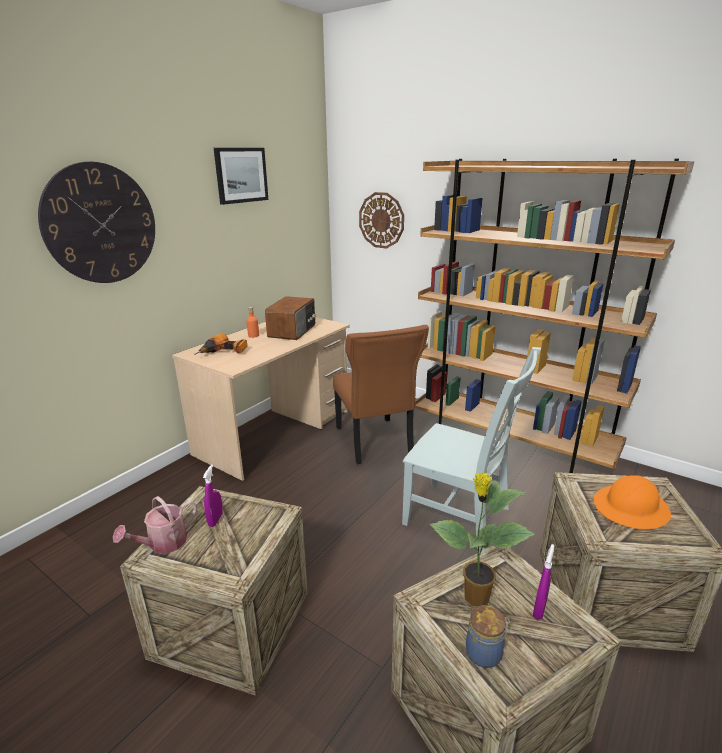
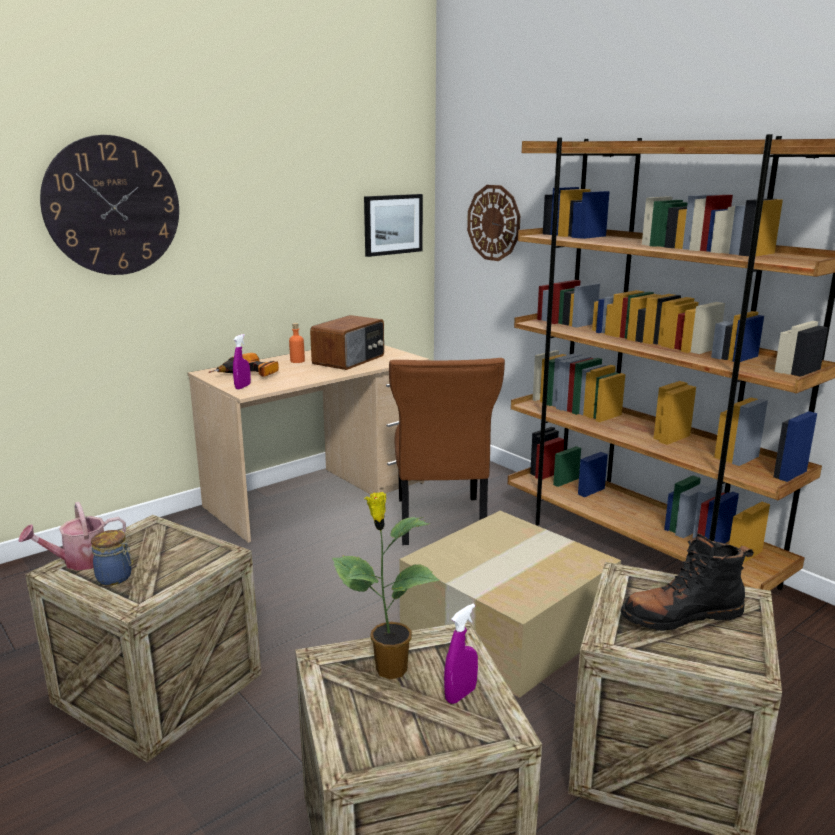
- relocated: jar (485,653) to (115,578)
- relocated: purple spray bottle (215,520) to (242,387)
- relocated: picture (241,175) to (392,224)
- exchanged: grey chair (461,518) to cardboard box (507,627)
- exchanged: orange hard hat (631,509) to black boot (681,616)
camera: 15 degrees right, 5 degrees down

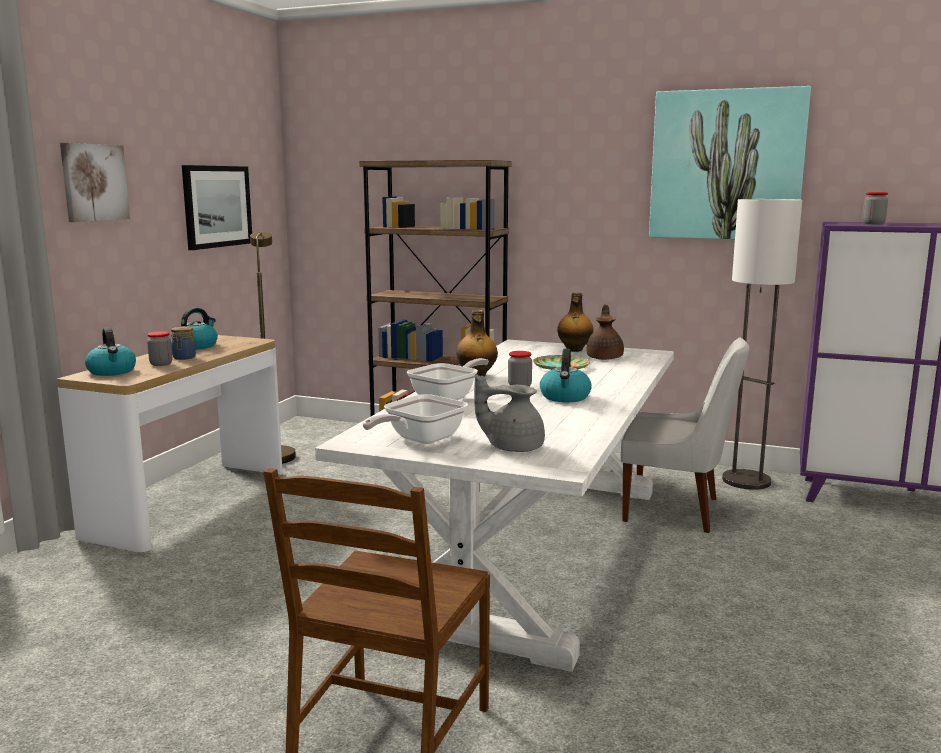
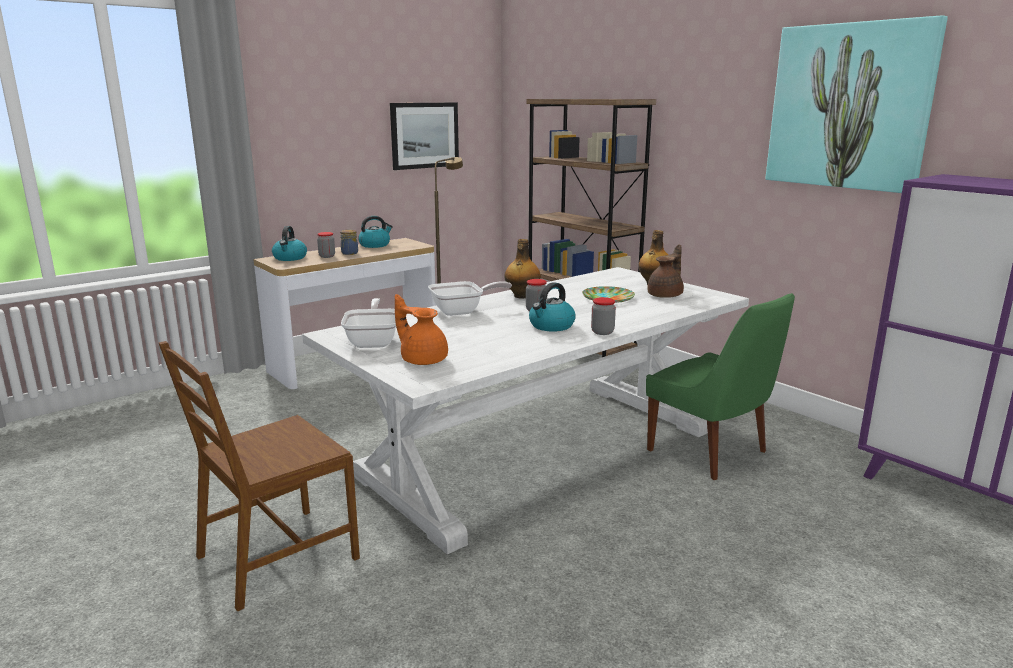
- spun: frying pan (419,440) = (374,341) 105 degrees clockwise
- colour: grey teapot (512,447) to orange teapot (423,359)
- relocated: jar (873,224) to (602,332)
- colour: white chair (676,511) to green chair (710,453)
- missing: picture (94,182)
- missing: floor lamp (746,481)
camera: 30 degrees right, 5 degrees up

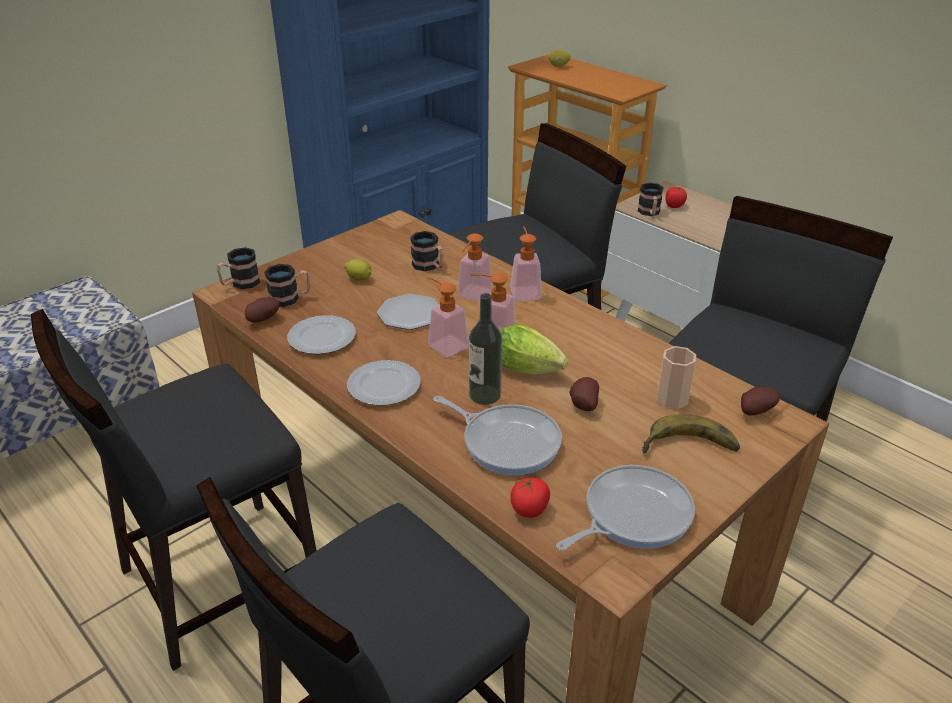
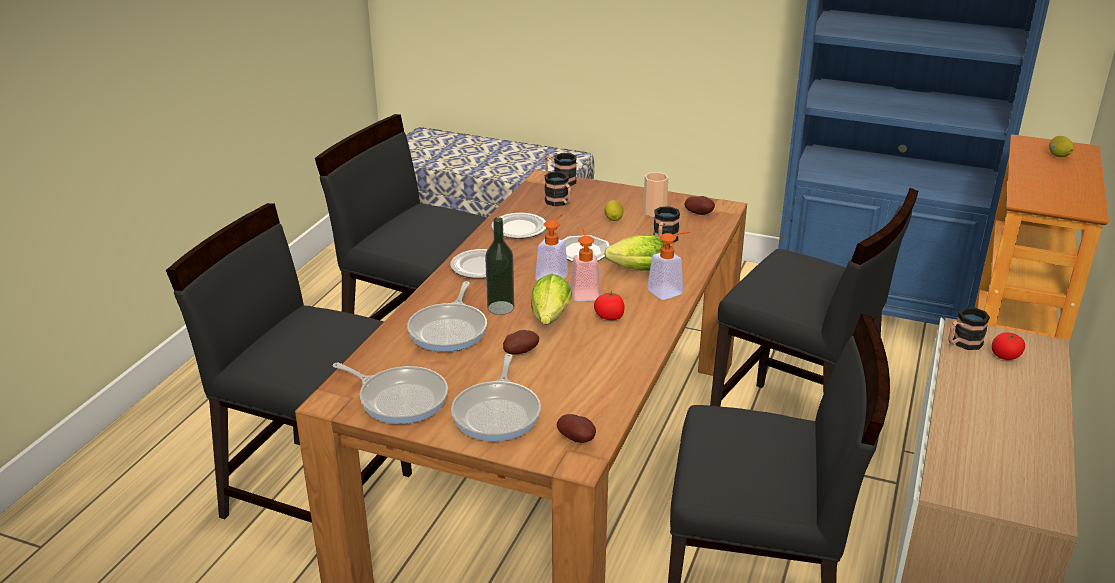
- exchanged: banana (690,449) to frying pan (498,413)
- relocated: tomato (529,509) to (609,317)
- exchanged: soap dispenser (472,297) to lettuce (635,270)
- relocated: cup (672,399) to (654,212)
- relocated: potato (262,319) to (700,214)
camera: 65 degrees right, 5 degrees down

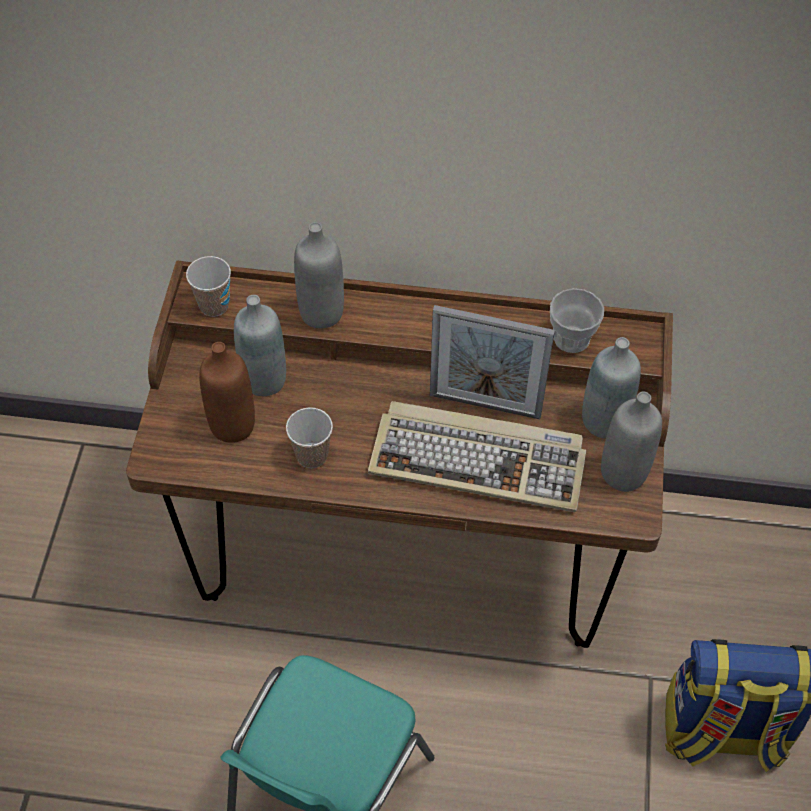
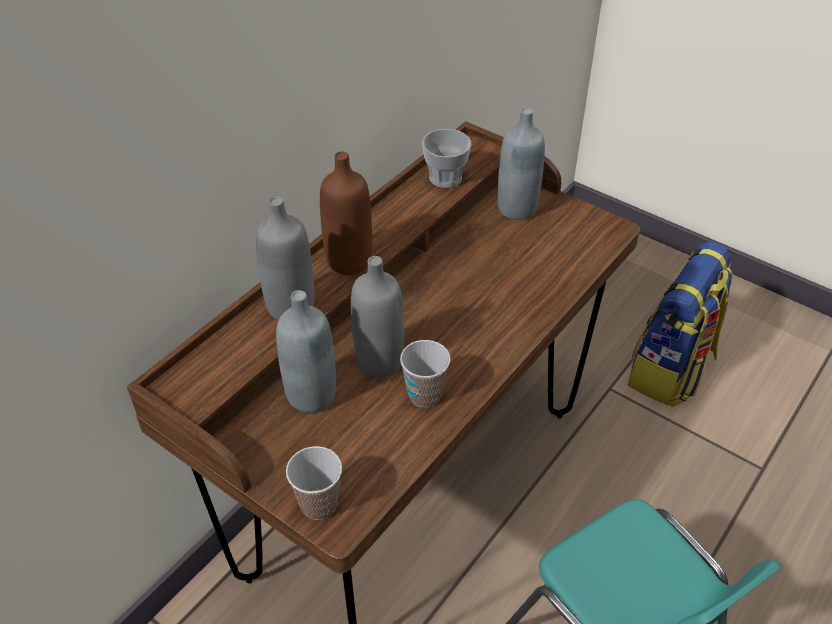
- relocated: cup (214,305) to (319,504)
- relocated: brown bottle (232,425) to (349,261)
- relocated: grey bottle (623,473) to (379,361)
- missing: keyboard (479,460)
- missing: picture frame (485,405)
camera: 60 degrees left, 10 degrees down

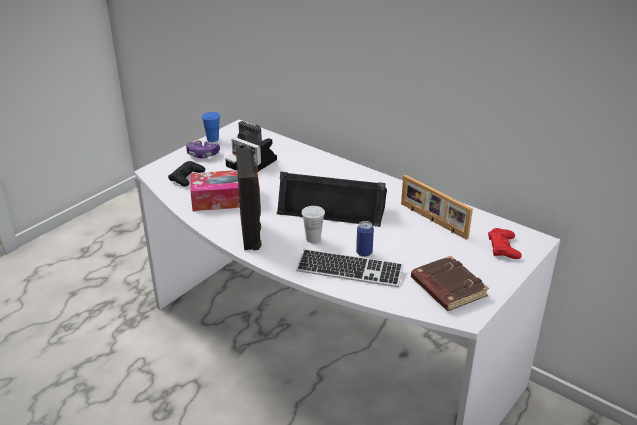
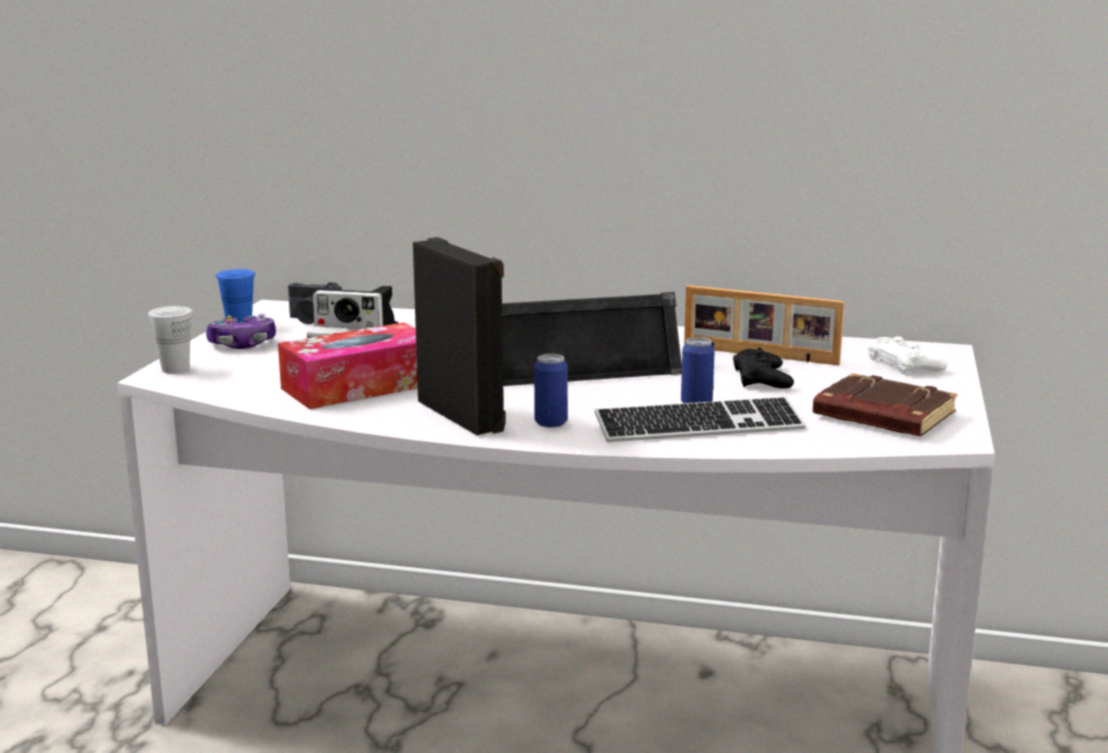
- relocated: white cup (313,238) to (175,369)
- appeared: can (551,423)
- relocated: black game controller (187,177) to (762,378)
- colour: red game controller (503,247) to white game controller (905,364)
camera: 25 degrees left, 15 degrees down

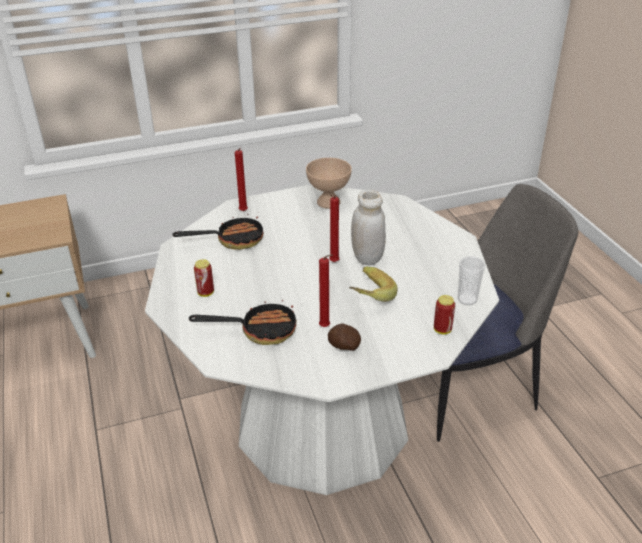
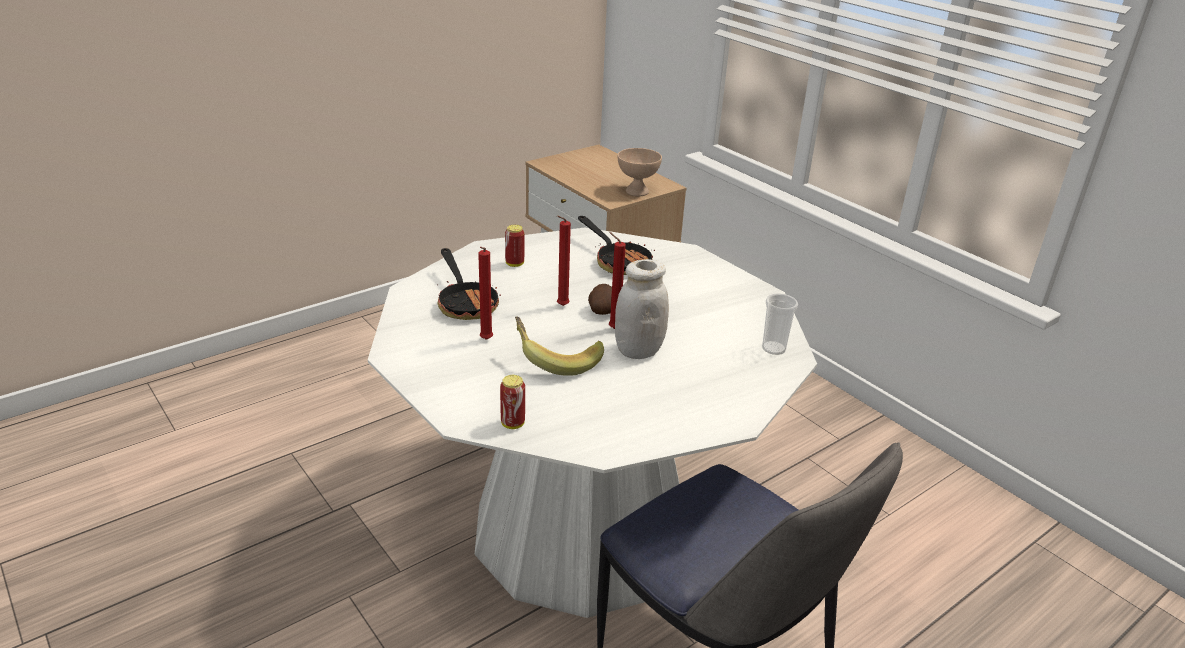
- relocated: red candle (243,212) to (561,306)
- relocated: potato (343,346) to (602,310)
- relocated: beige bowl (328,202) to (637,191)
- relocated: cup (467,299) to (773,348)
camera: 70 degrees right, 5 degrees down

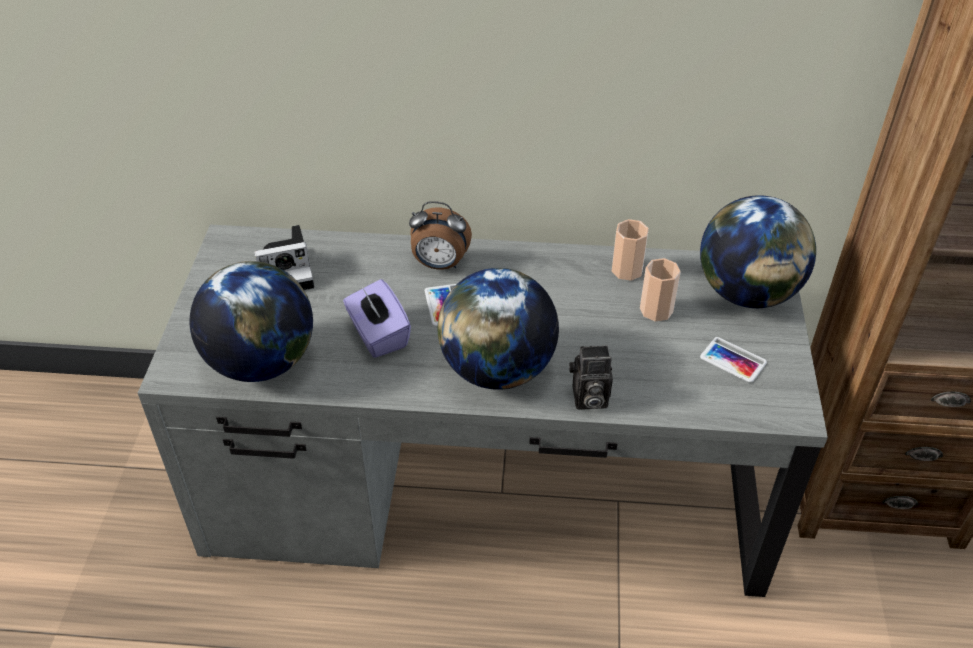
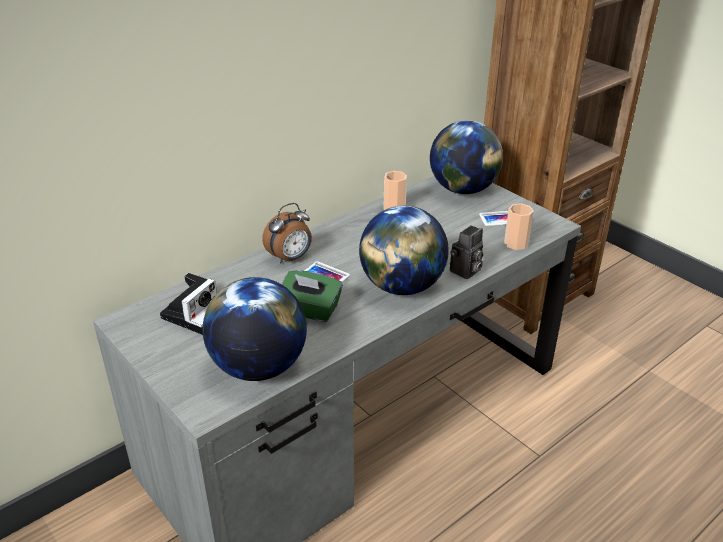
- colour: purple tissue box (378,335) to green tissue box (310,310)
- relocated: cup (656,310) to (516,243)
camera: 45 degrees left, 10 degrees down

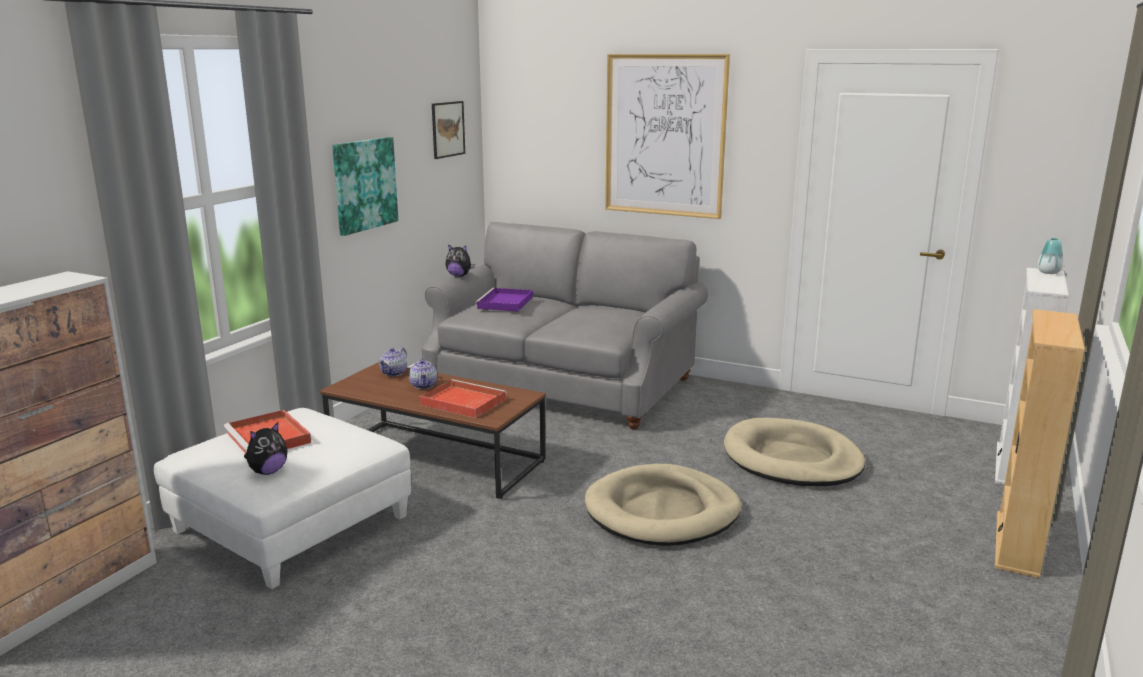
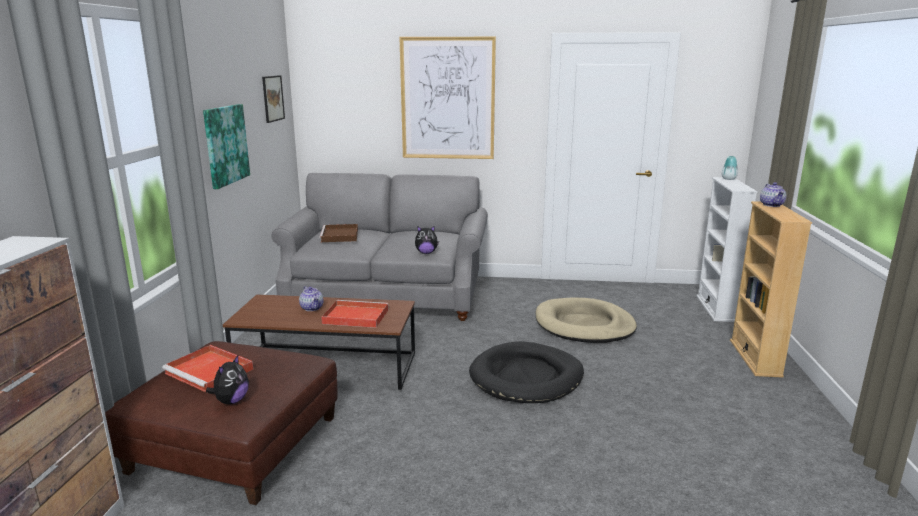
- colour: white ottoman (291,523) to brown ottoman (235,443)
- colour: purple tray (505,303) to brown tray (340,236)
- relocated: plush toy (459,276) to (426,253)
- colour: beige dog bed (662,511) to black dog bed (526,377)
- relocated: teapot (394,373) to (772,205)
camera: 20 degrees left, 0 degrees up

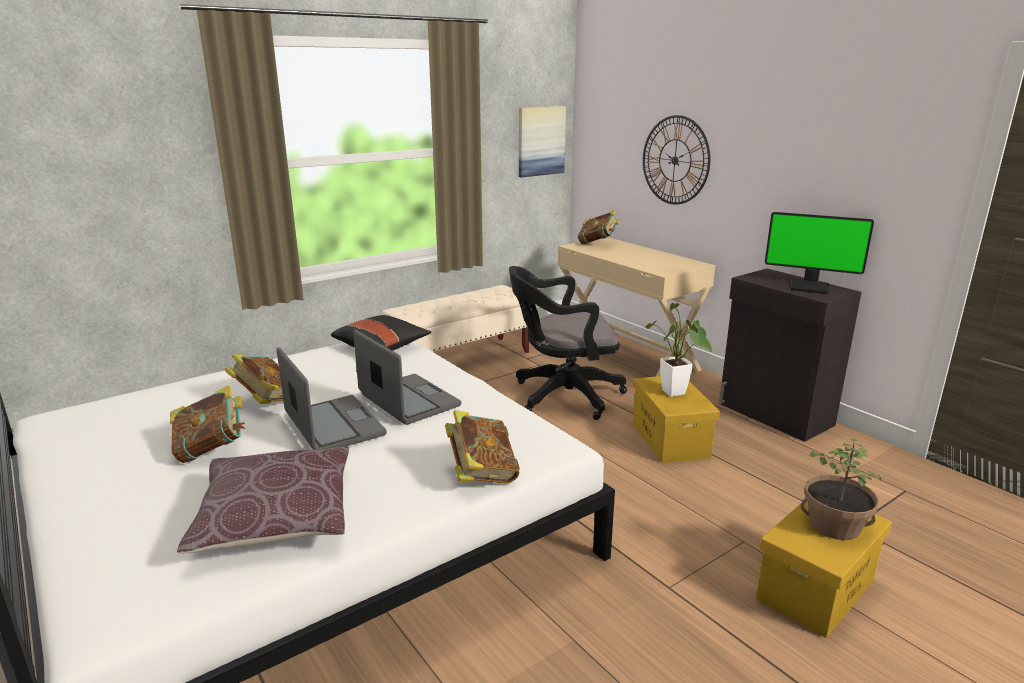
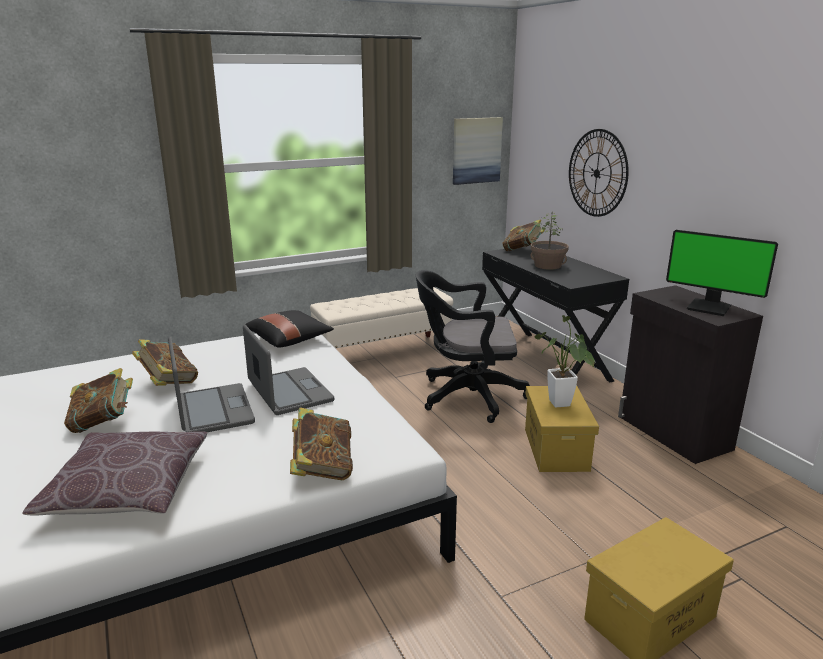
- colour: beige desk (626,355) to black desk (543,361)
- relocated: potted plant (834,525) to (548,265)
camera: 10 degrees right, 0 degrees up

